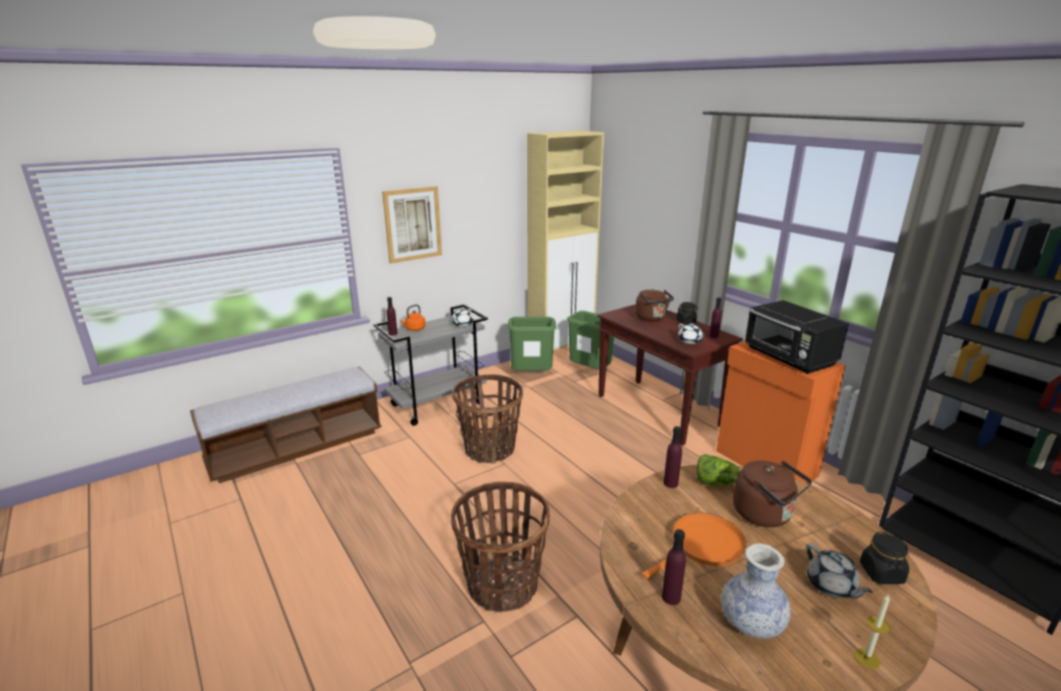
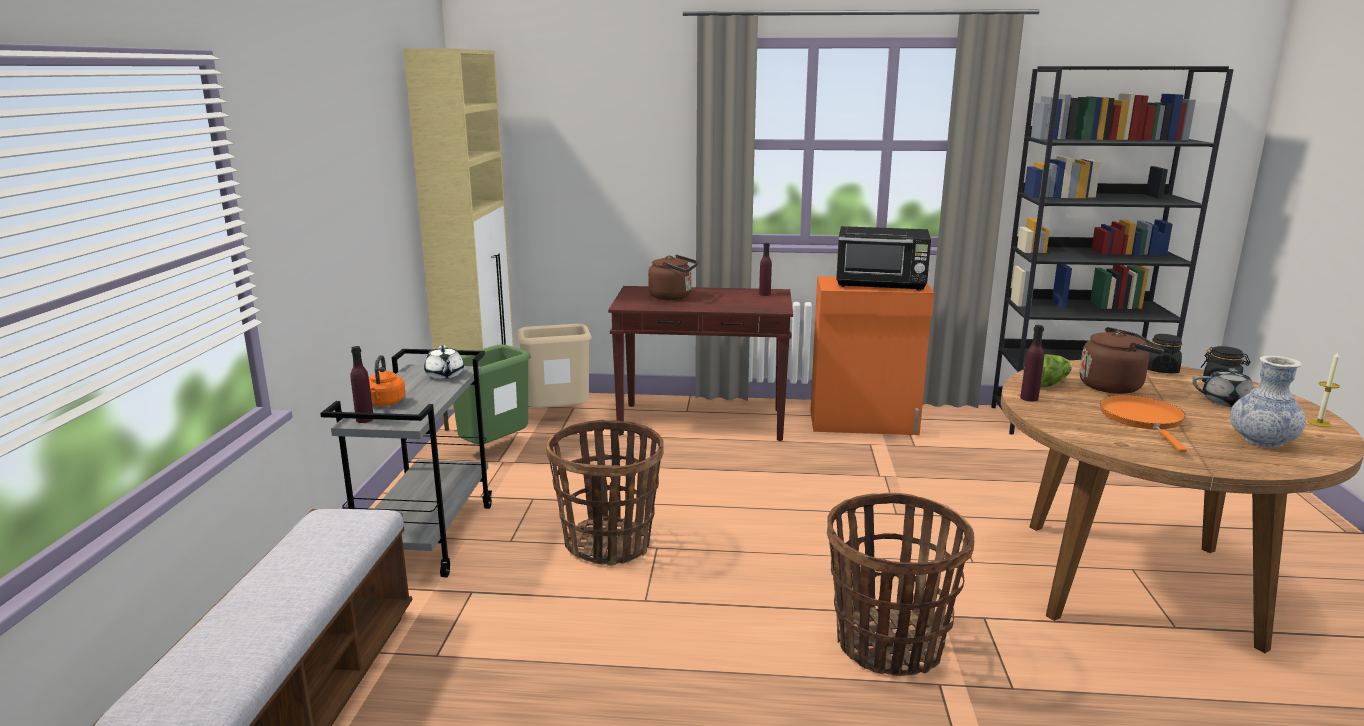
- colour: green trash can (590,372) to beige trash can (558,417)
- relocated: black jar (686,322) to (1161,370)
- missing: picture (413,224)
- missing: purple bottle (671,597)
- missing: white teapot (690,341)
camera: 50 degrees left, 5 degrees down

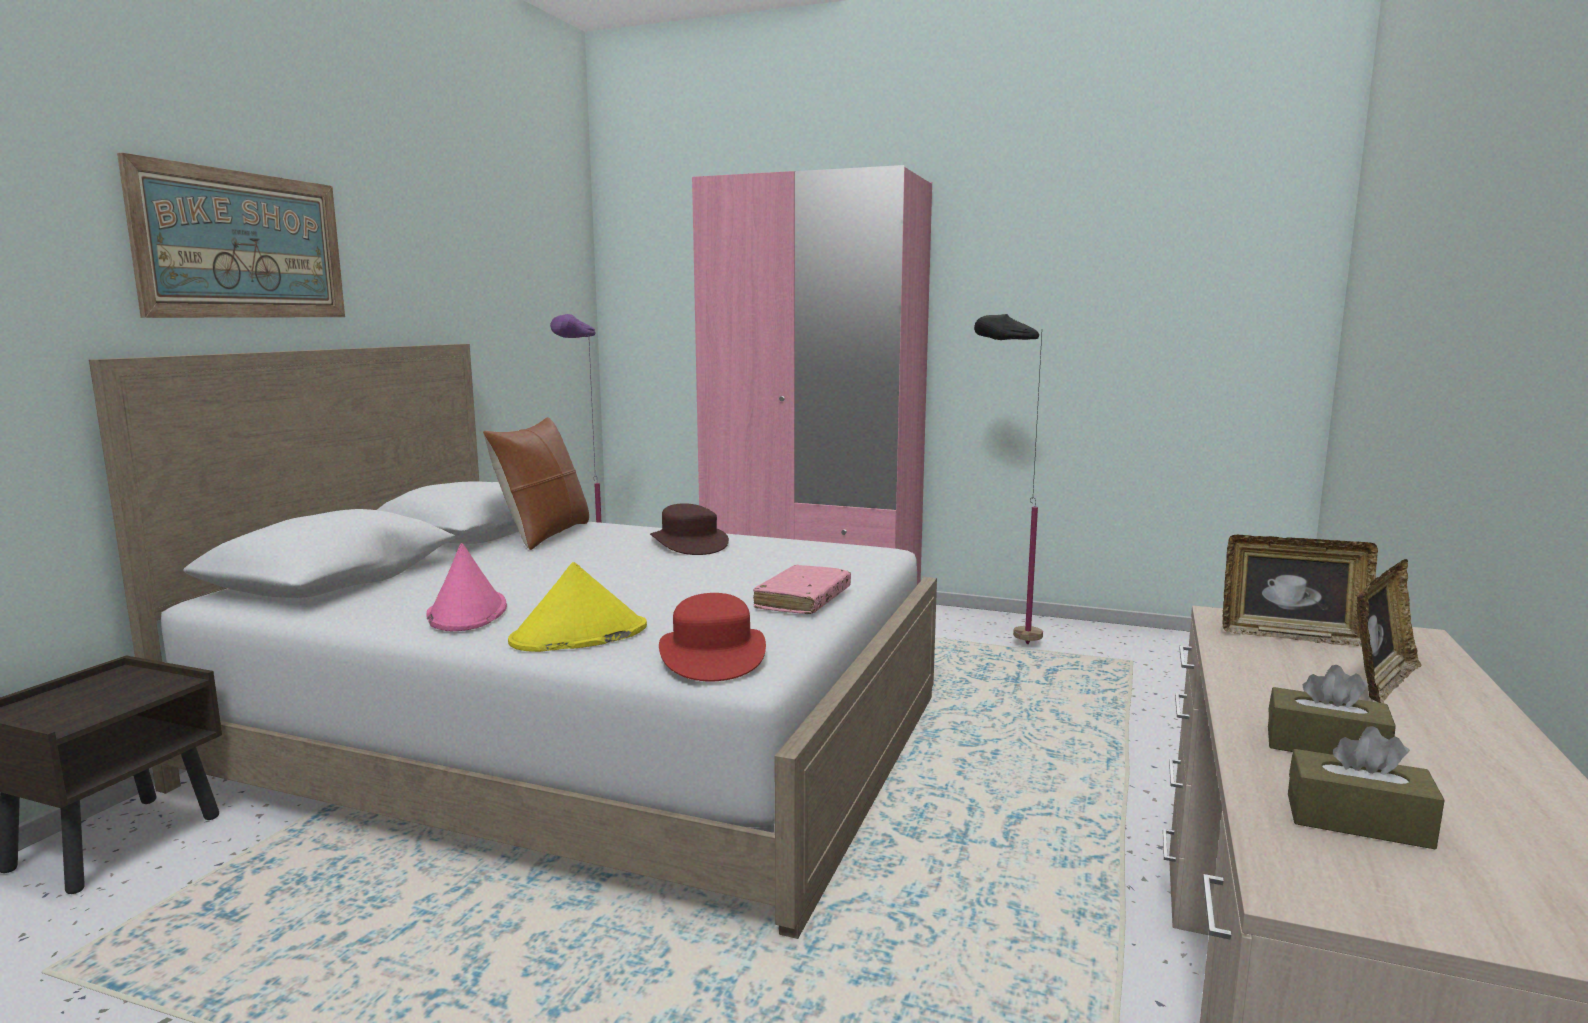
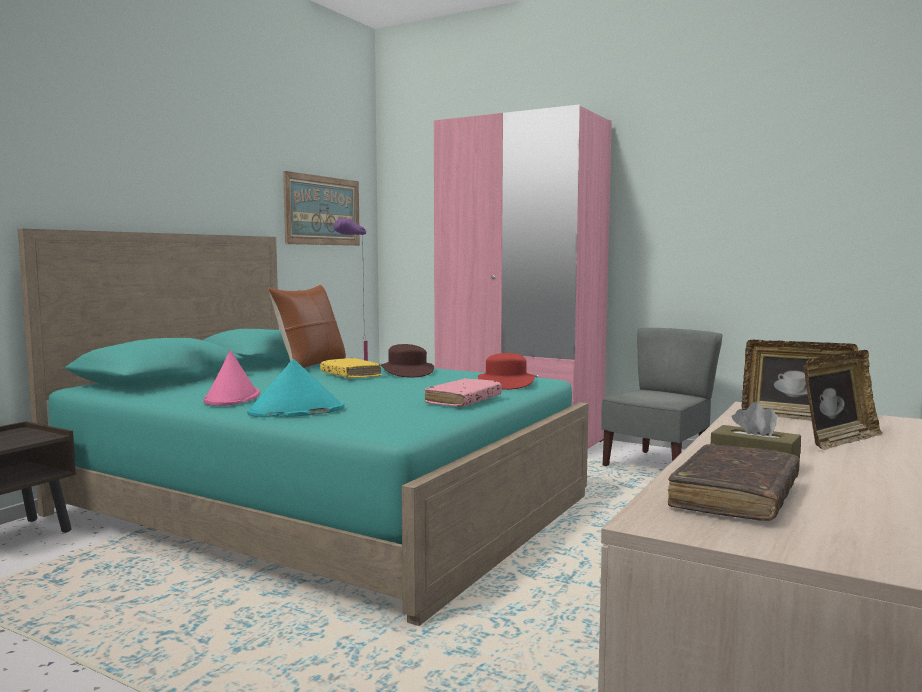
- colour: white bed (587,737) to turquoise bed (323,505)
- colour: yellow hat (578,635) to turquoise hat (296,411)
- relocated: picture (243,245) to (322,210)
- appeared: yellow book (350,375)
- relocated: red hat (712,654) to (506,383)
- exchanged: black floor lamp (1002,641) to grey chair (657,465)
- exchanged: brown tissue box (1358,820) to brown book (735,497)
camera: 10 degrees right, 5 degrees down

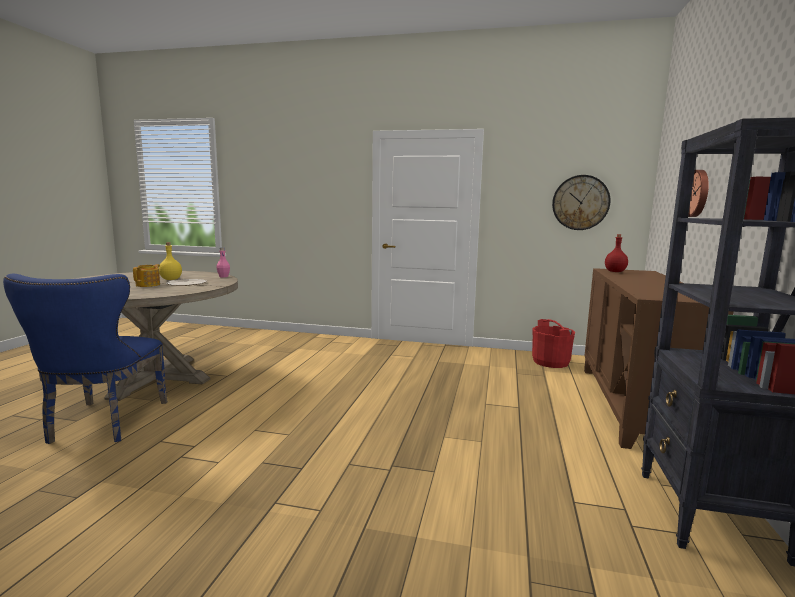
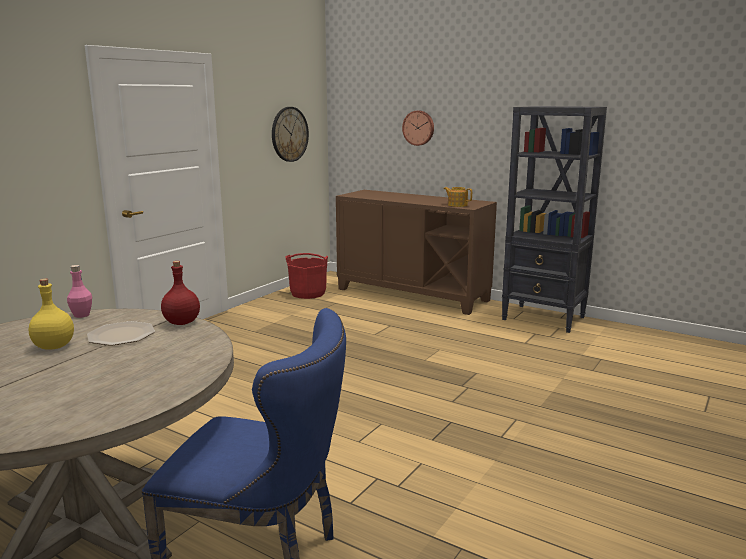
- relocated: red bottle (614,271) to (181,323)
- relocated: teapot (148,285) to (457,205)
camera: 70 degrees left, 5 degrees up

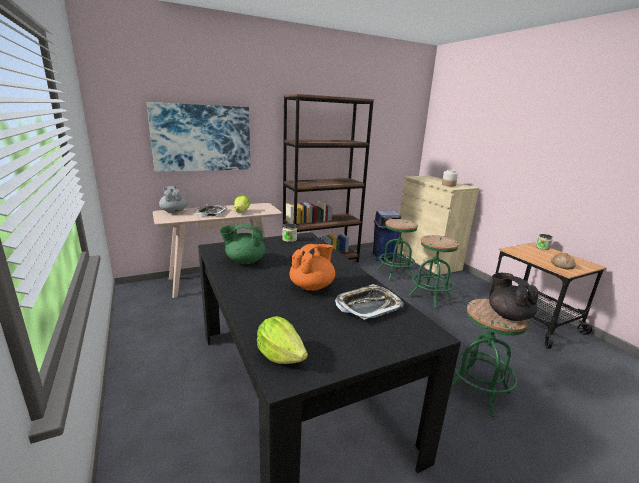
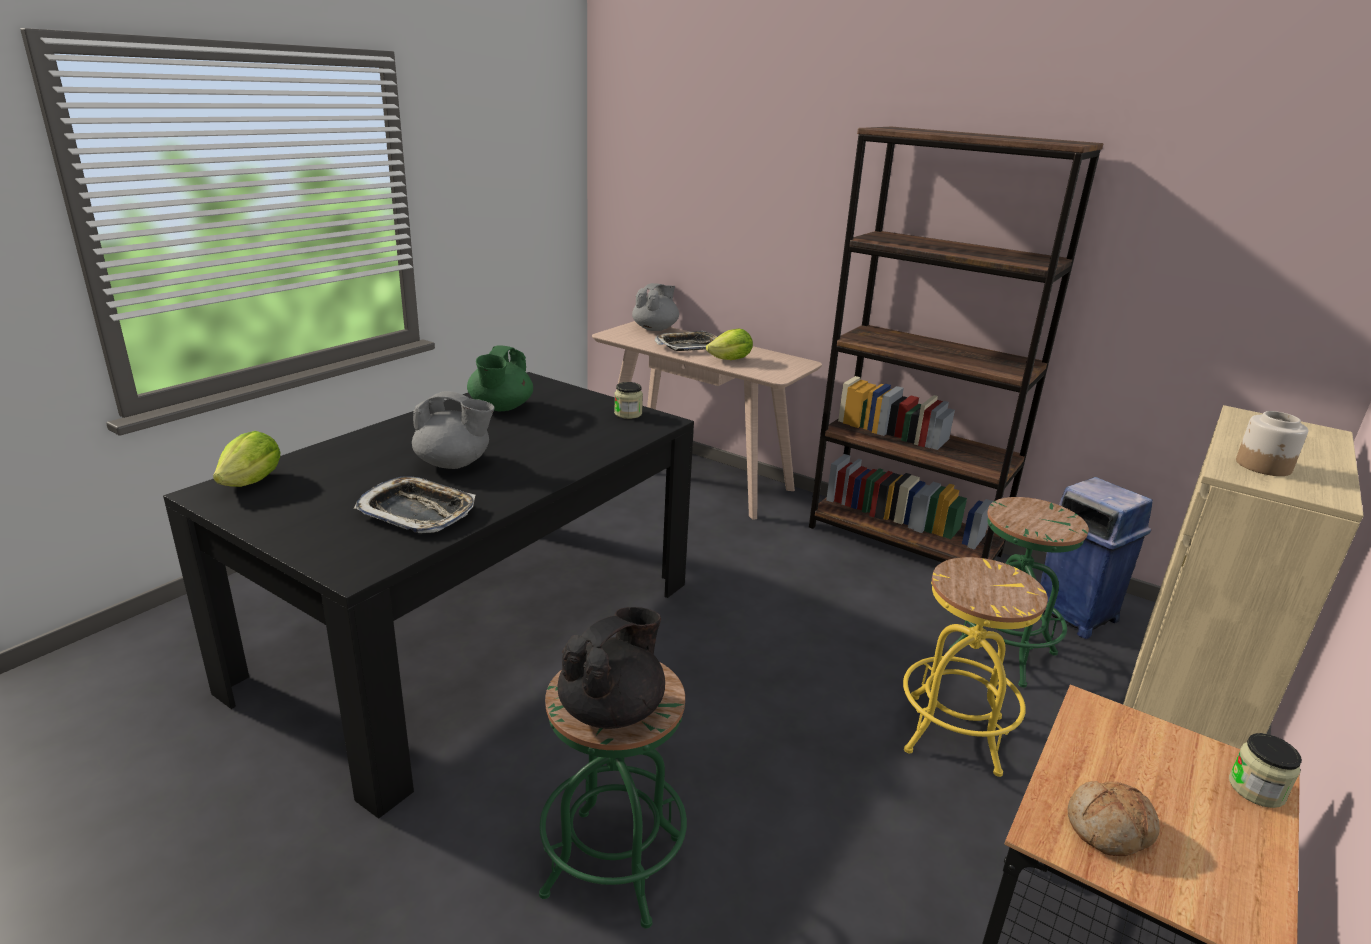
- colour: orange teapot (312,286) to grey teapot (454,463)
- spun: green teapot (244,261) = (500,407) 135 degrees counterclockwise
- colour: green stool (430,297) to yellow stool (953,733)
- missing: picture (202,138)
camera: 60 degrees right, 5 degrees up

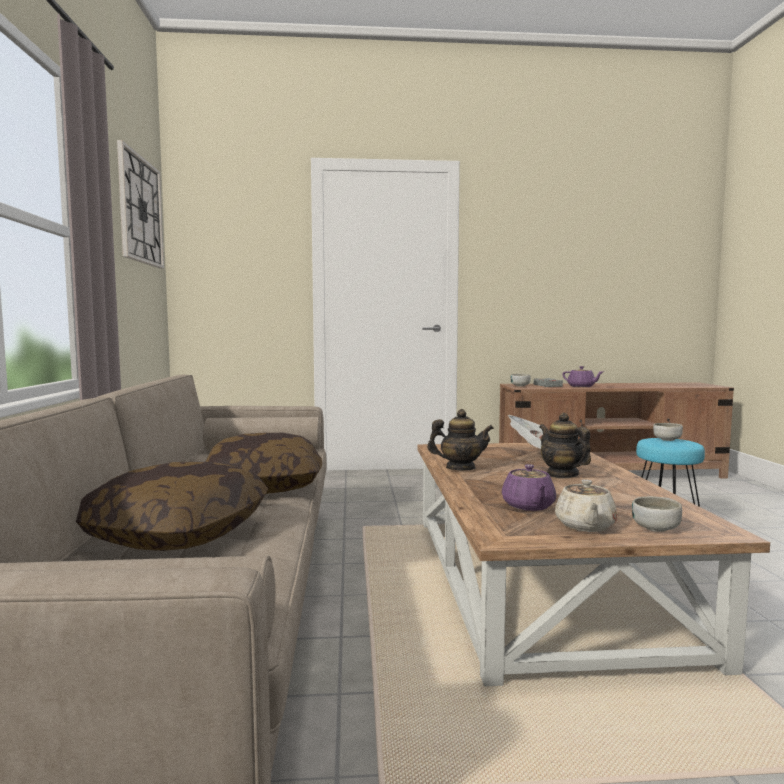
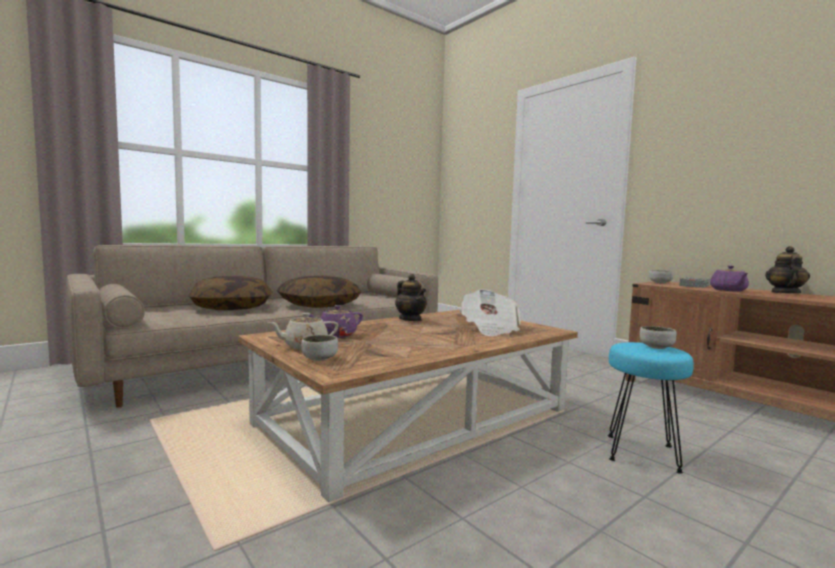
- relocated: teapot (562,475) to (784,293)
- missing: wall clock (140,210)
camera: 55 degrees right, 0 degrees up

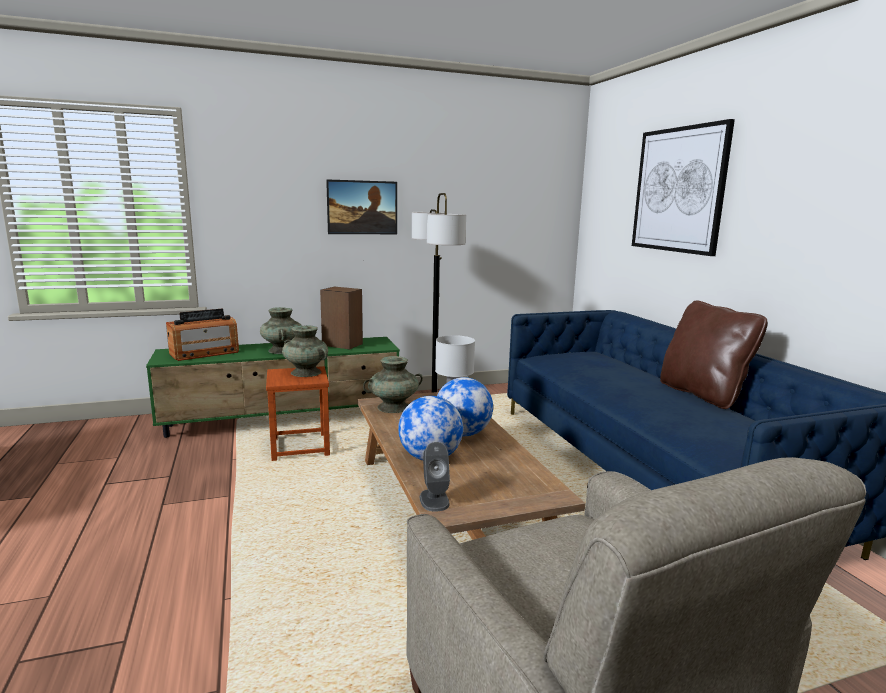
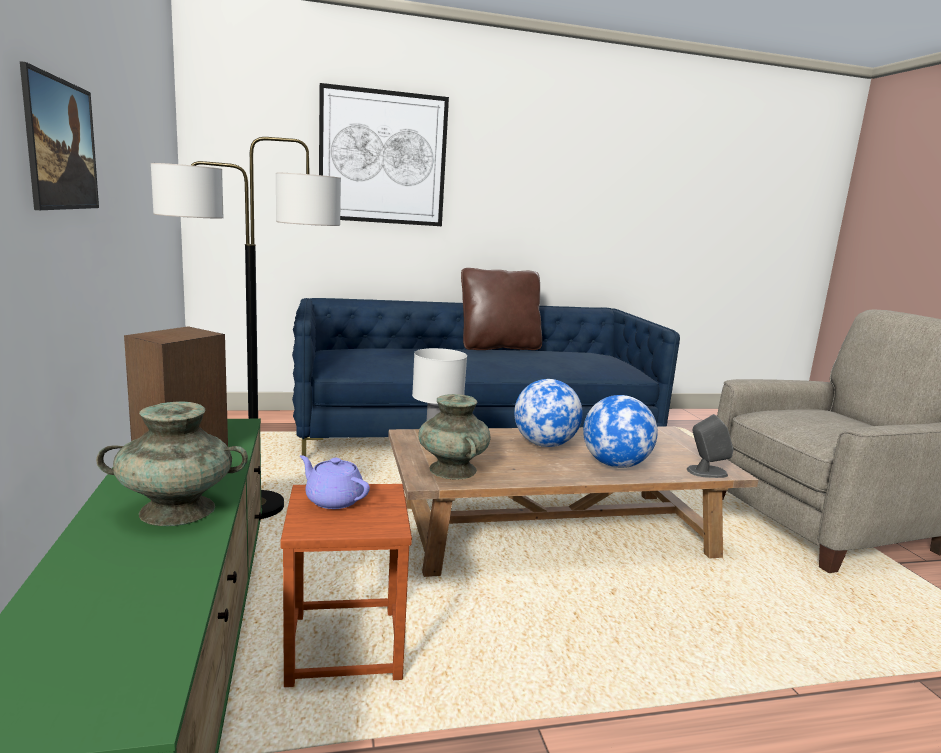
- exchanged: turquoise vase (306,372) to purple teapot (333,500)
- missing: radio (204,353)
camera: 85 degrees left, 0 degrees up

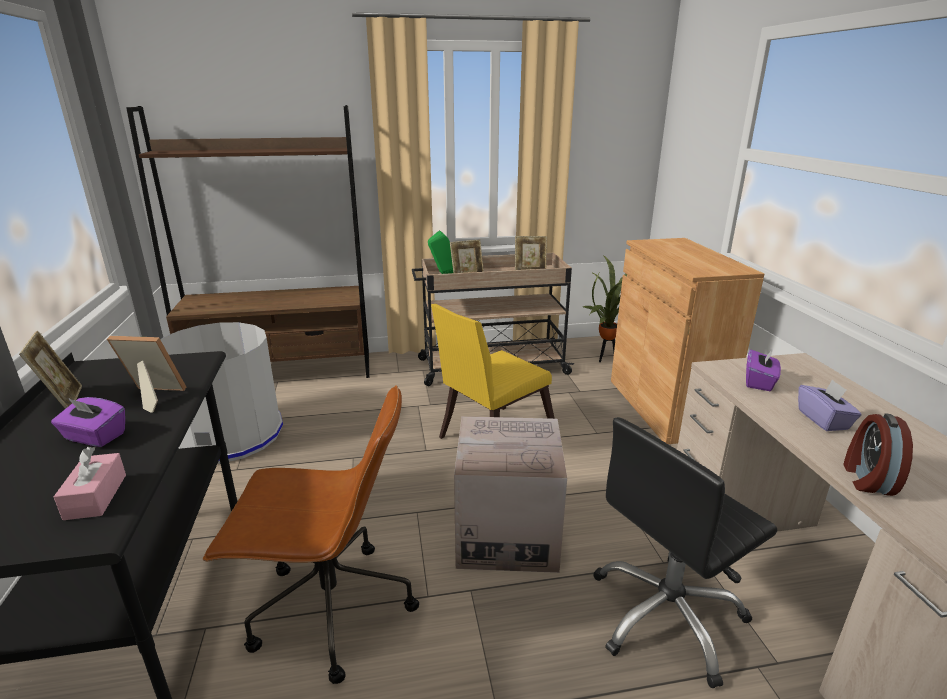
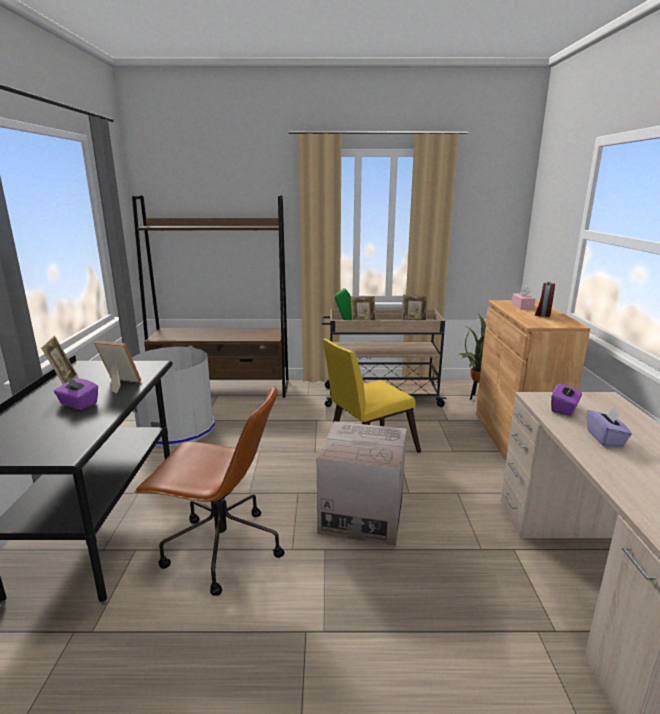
- relocated: pink tissue box (96,496) to (522,306)
- relocated: alarm clock (867,479) to (542,313)
- missing: black office chair (667,616)
camera: 10 degrees right, 5 degrees down

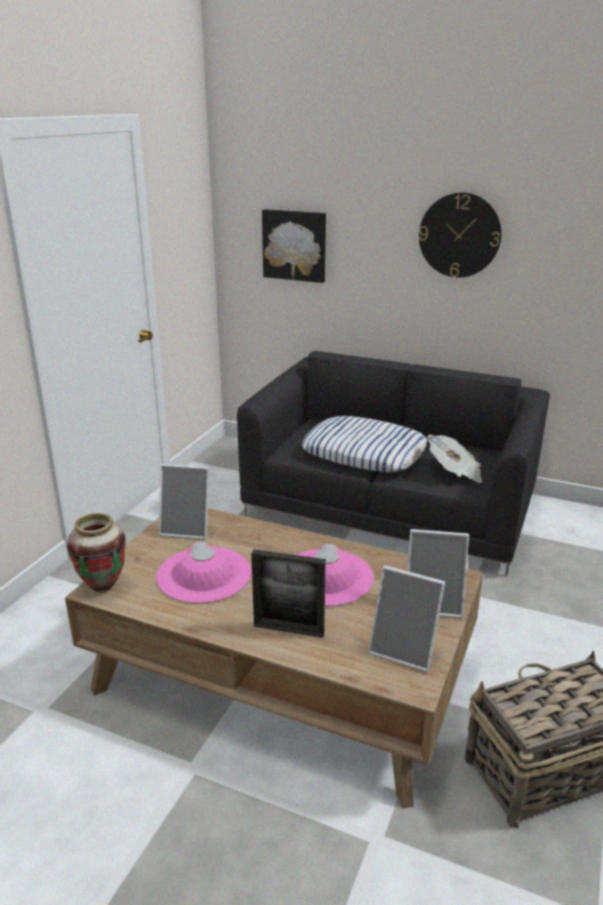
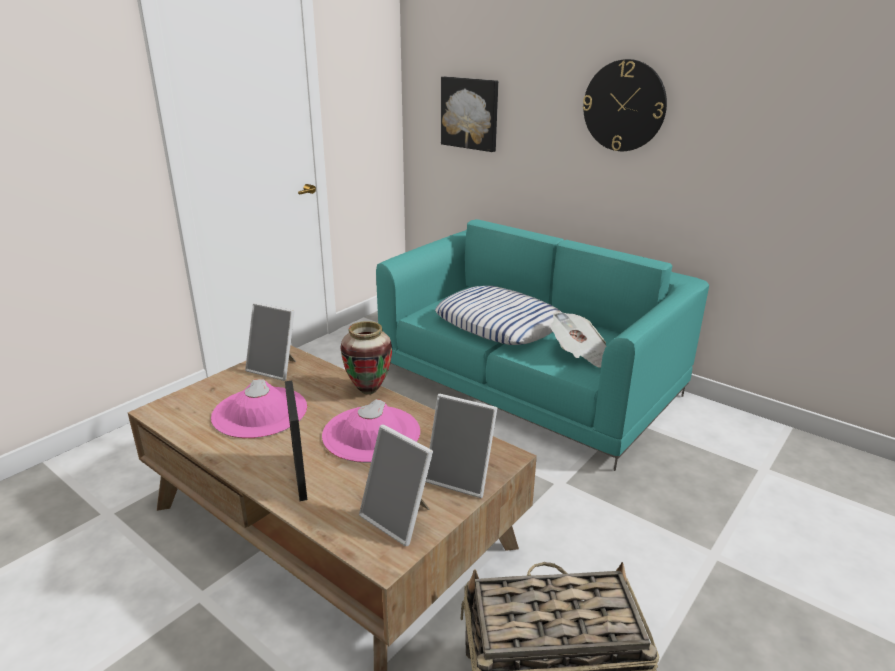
- spun: picture frame (288,629) = (300,477) 45 degrees clockwise
- relocated: vase (103,587) to (369,390)
- colour: black sofa (391,505) to turquoise sofa (530,383)
camera: 15 degrees right, 0 degrees up

